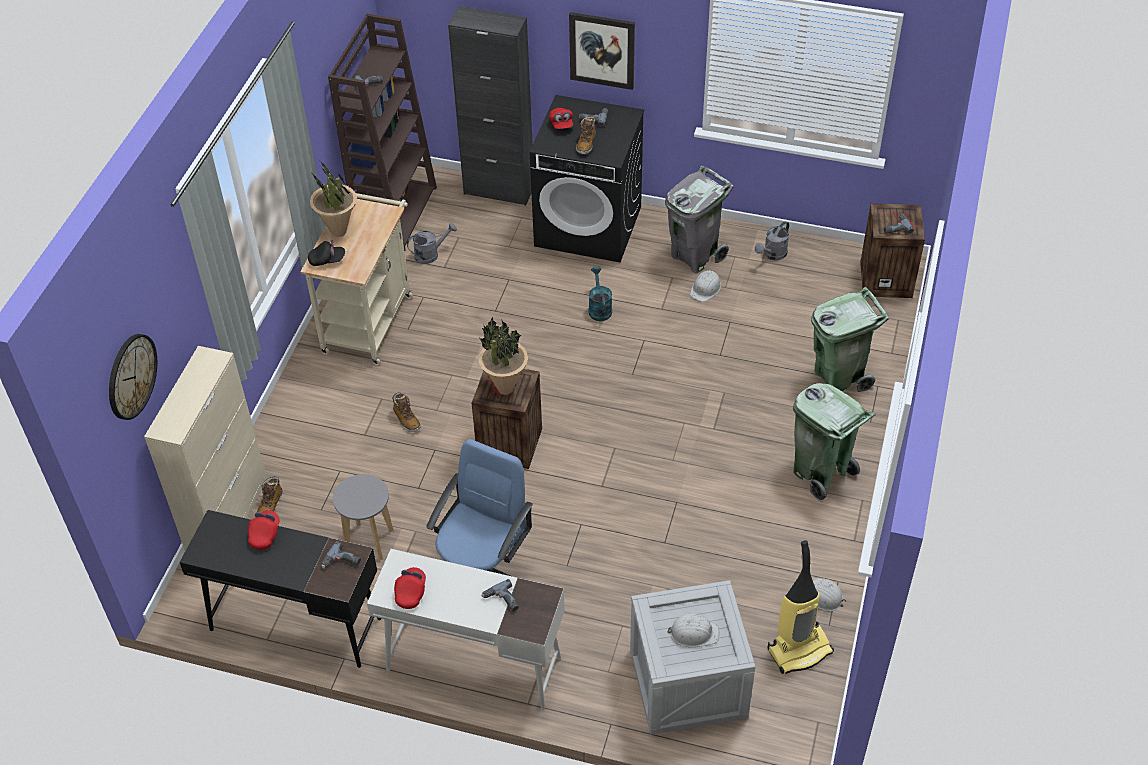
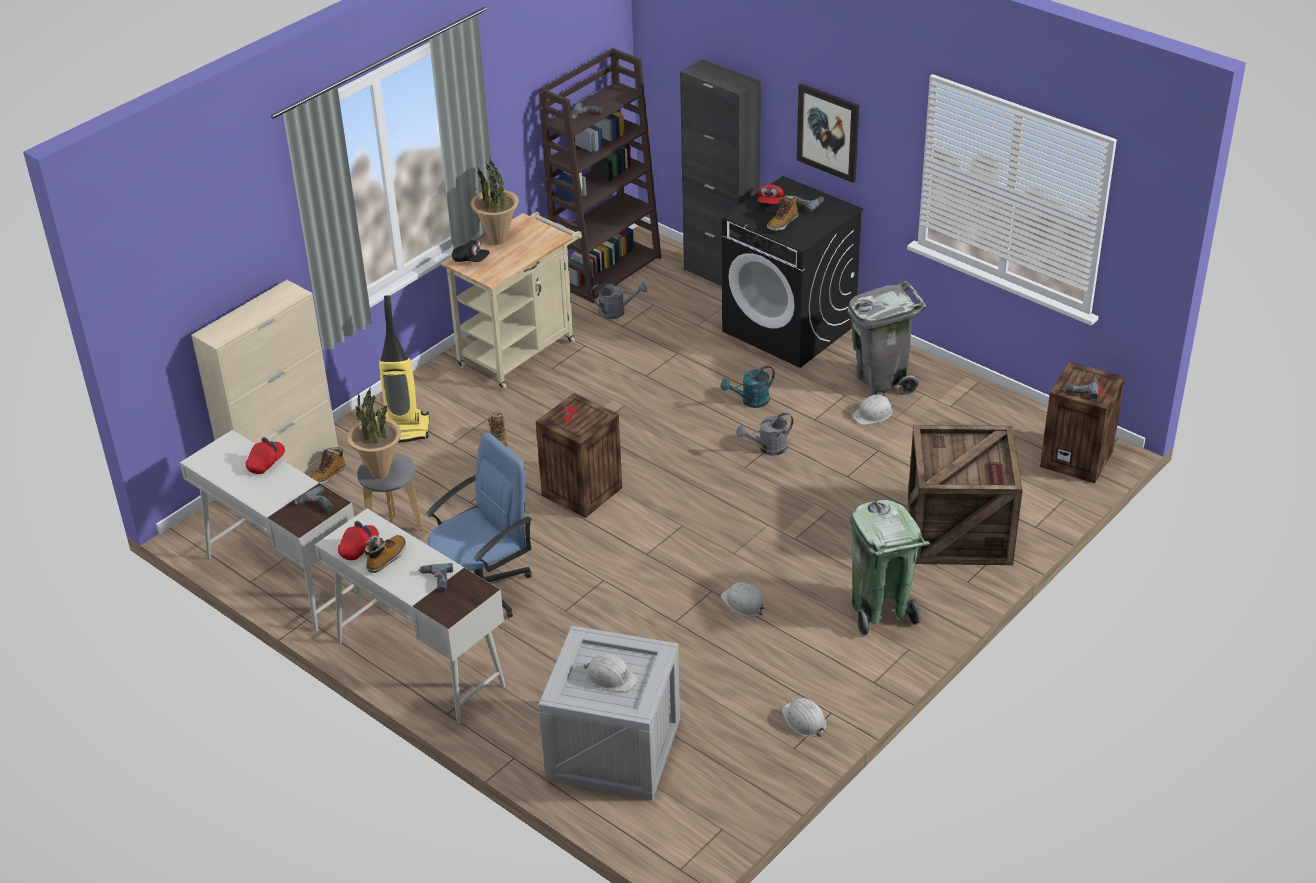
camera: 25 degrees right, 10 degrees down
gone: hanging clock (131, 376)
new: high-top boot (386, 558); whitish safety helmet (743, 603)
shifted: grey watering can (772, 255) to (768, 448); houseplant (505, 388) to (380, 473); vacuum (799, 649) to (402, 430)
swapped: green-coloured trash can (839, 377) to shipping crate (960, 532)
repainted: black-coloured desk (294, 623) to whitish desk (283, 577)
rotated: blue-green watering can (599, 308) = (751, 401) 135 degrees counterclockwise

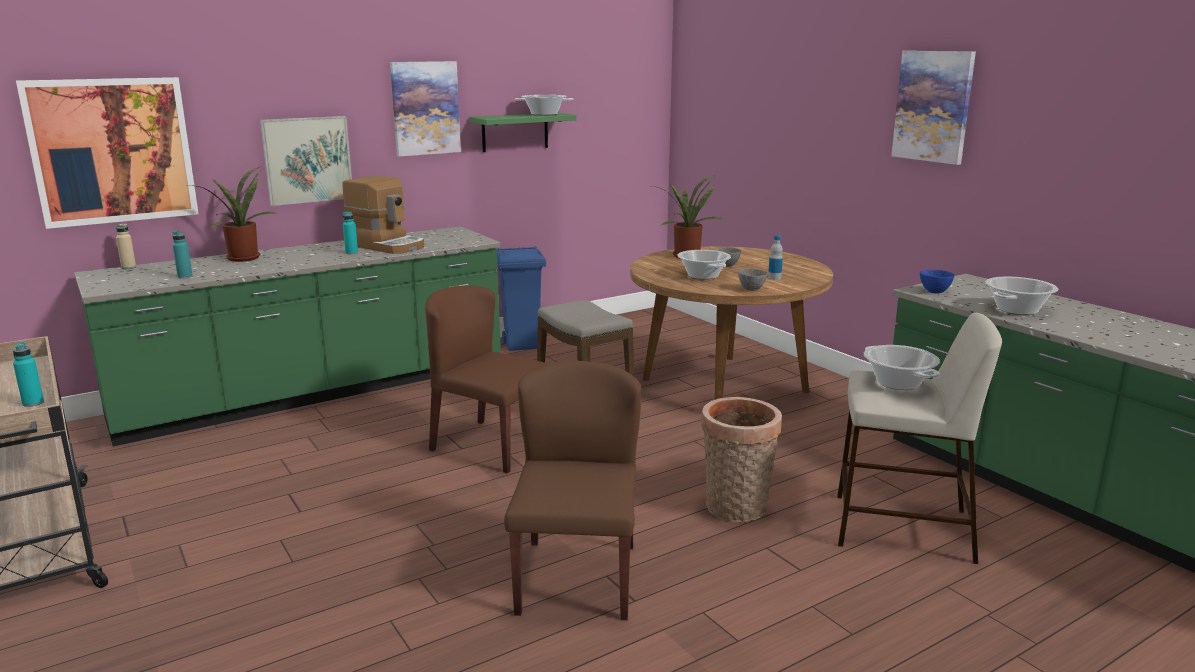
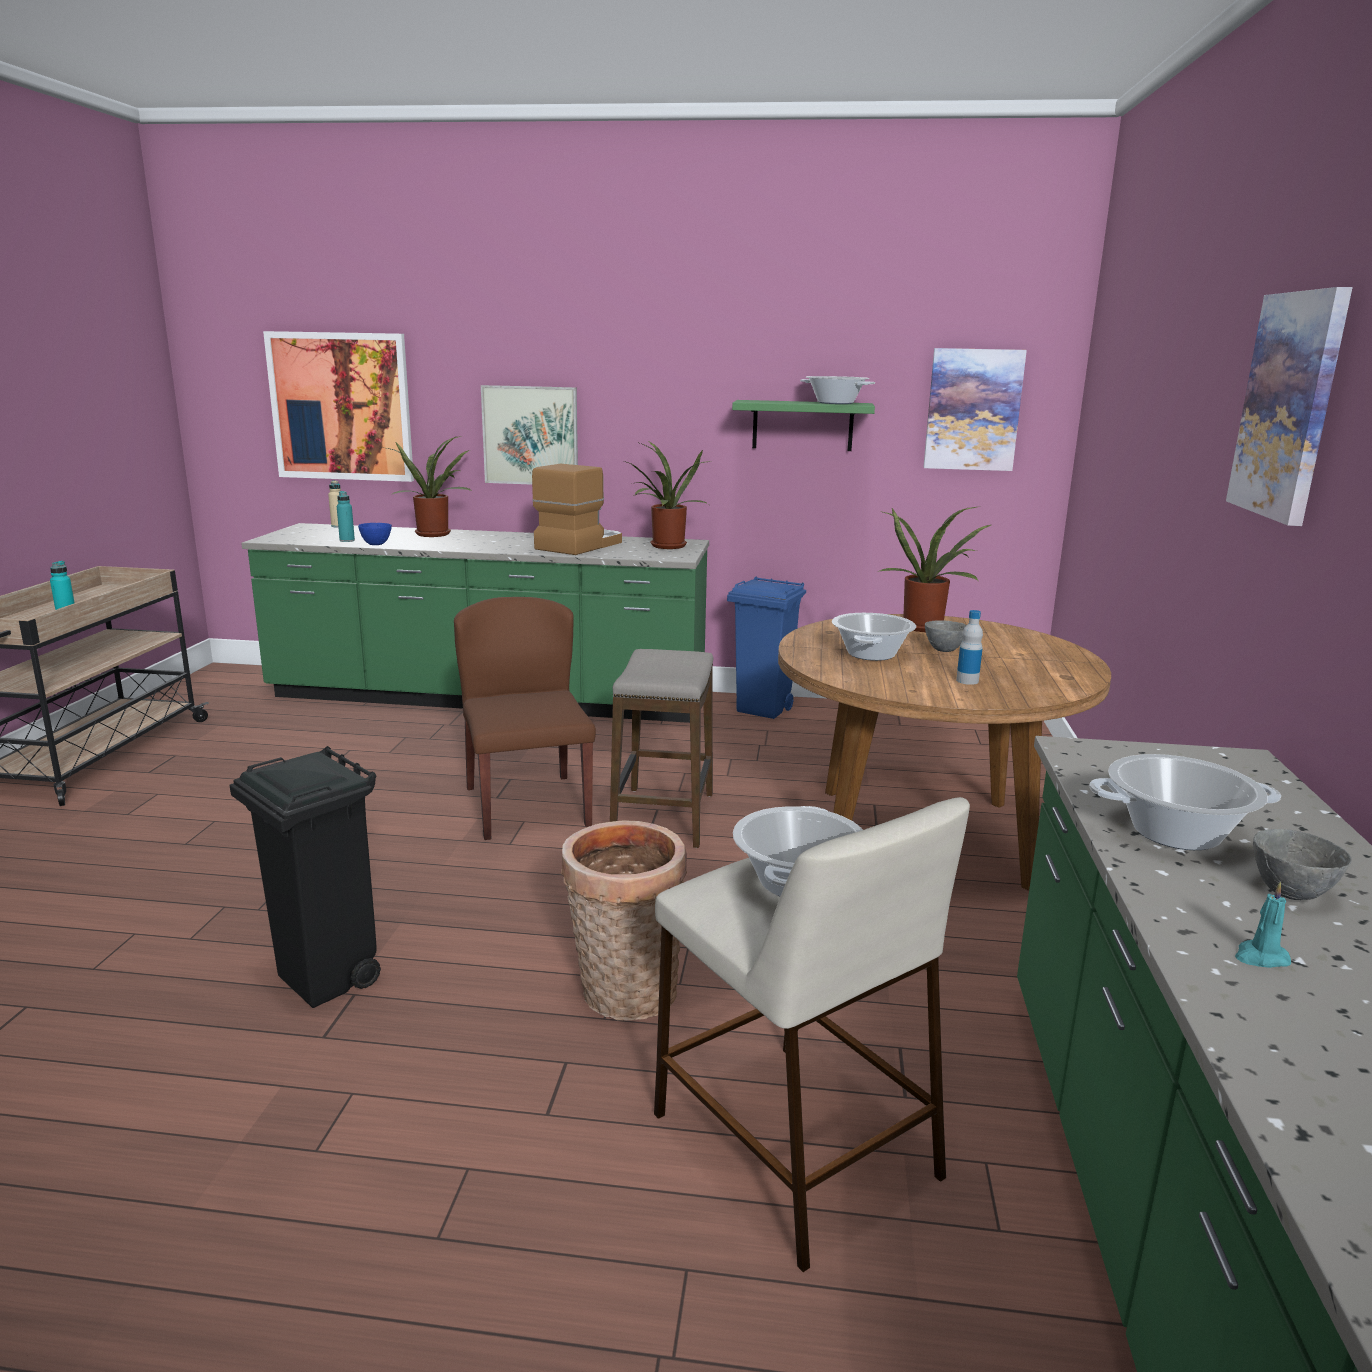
camera: 40 degrees right, 0 degrees up
gone: blue-green beverage bottle (351, 253)
new: houseplant (665, 547); blue-green candle (1260, 957)
shifted: wall picture (425, 108) to (973, 410); grey bowl (751, 289) to (1289, 892); blue bowl (934, 292) to (375, 544)
swapped: brown-coloured chair (576, 577) to black-coloured trash can (327, 980)
rotated: coffee maker (387, 245) = (579, 545) 135 degrees counterclockwise

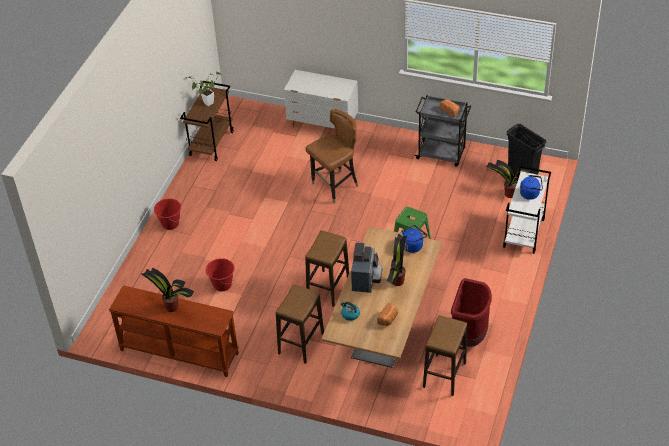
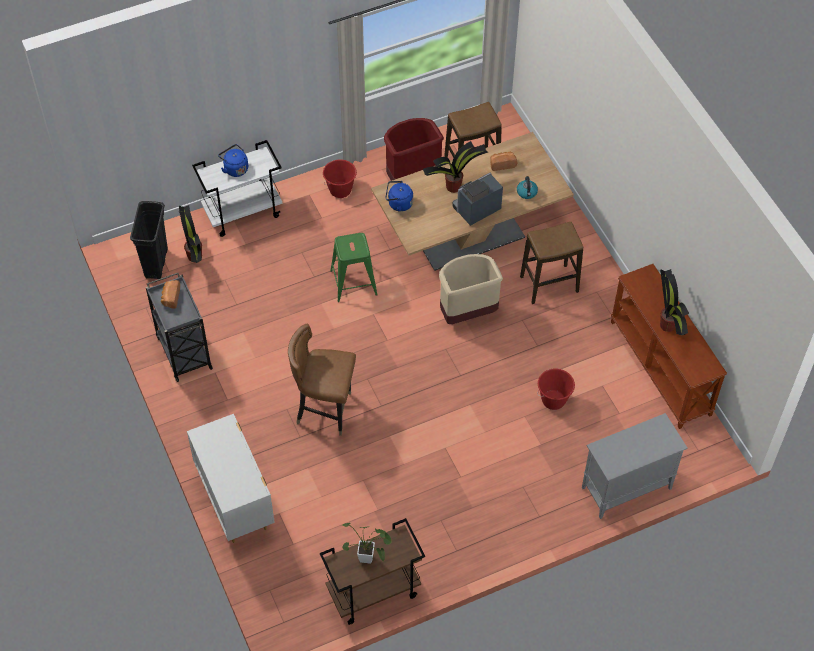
camera: 135 degrees left, 10 degrees up
new: grey cabinet (625, 488)
shifted: red pail (170, 224) to (340, 190)
swapped: stool seat (328, 288) to sand-coloured trash can (466, 312)

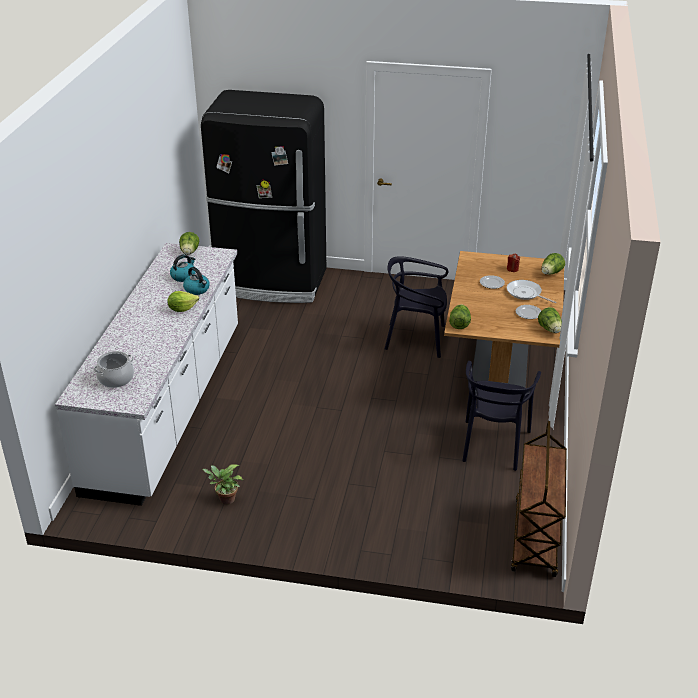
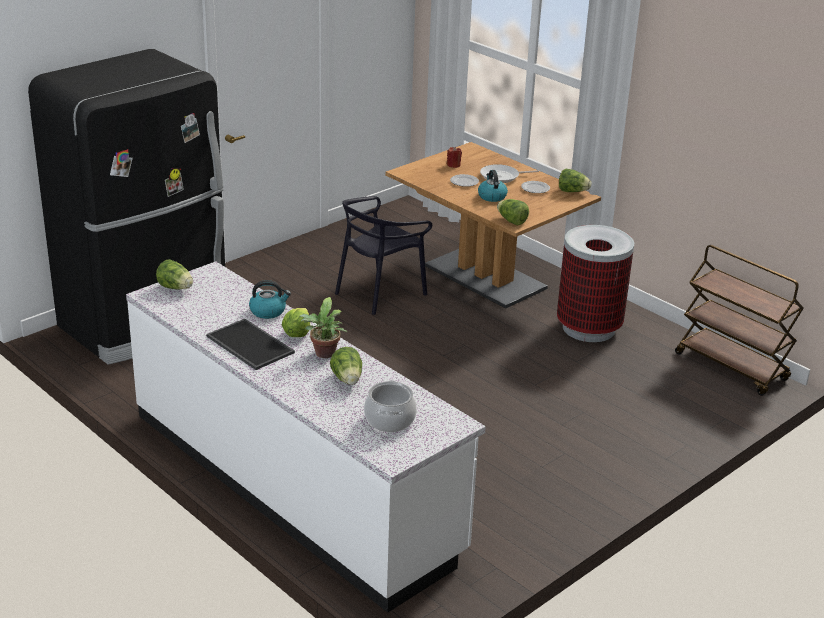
camera: 55 degrees left, 5 degrees down
new: serving tray (248, 344)
shifted: lettuce (551, 273) to (347, 379); water kettle (183, 276) to (491, 196); houseplant (225, 500) to (324, 354)
swapped: black-coloured chair (493, 444) to trash can (588, 328)

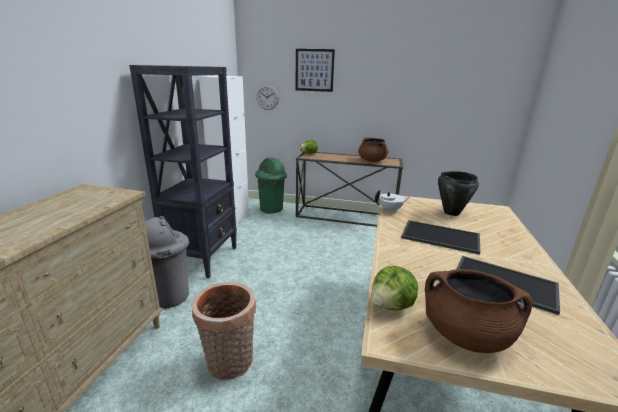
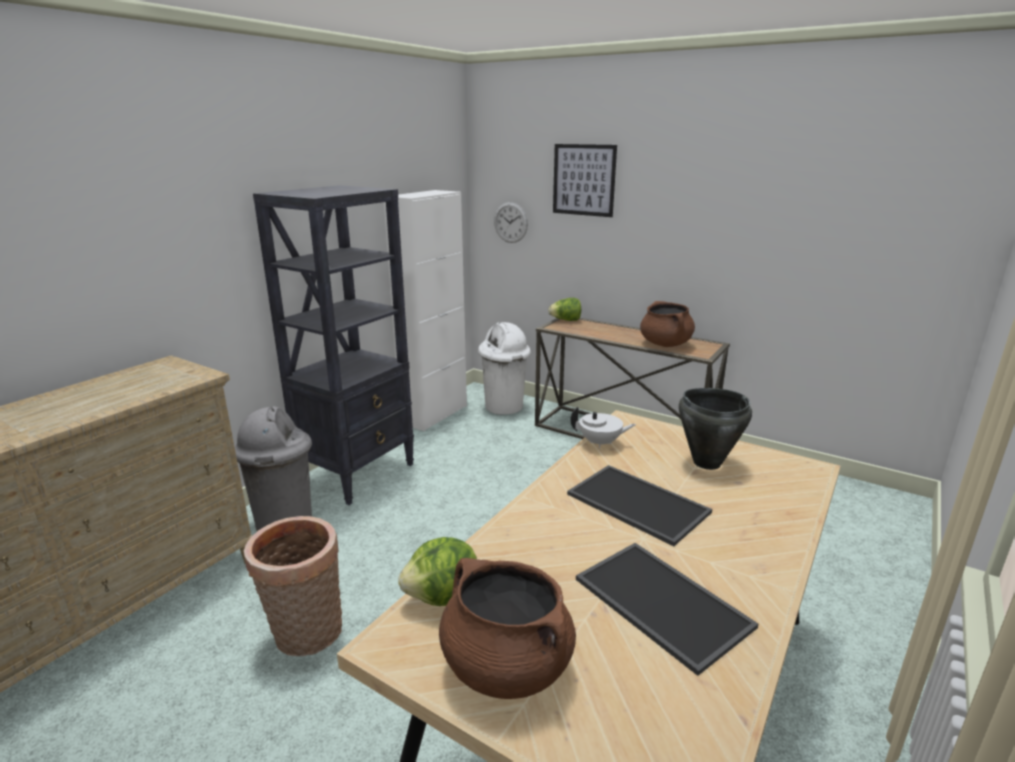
camera: 20 degrees right, 0 degrees up
repainted: green-coloured trash can (271, 209) to whitish trash can (504, 407)

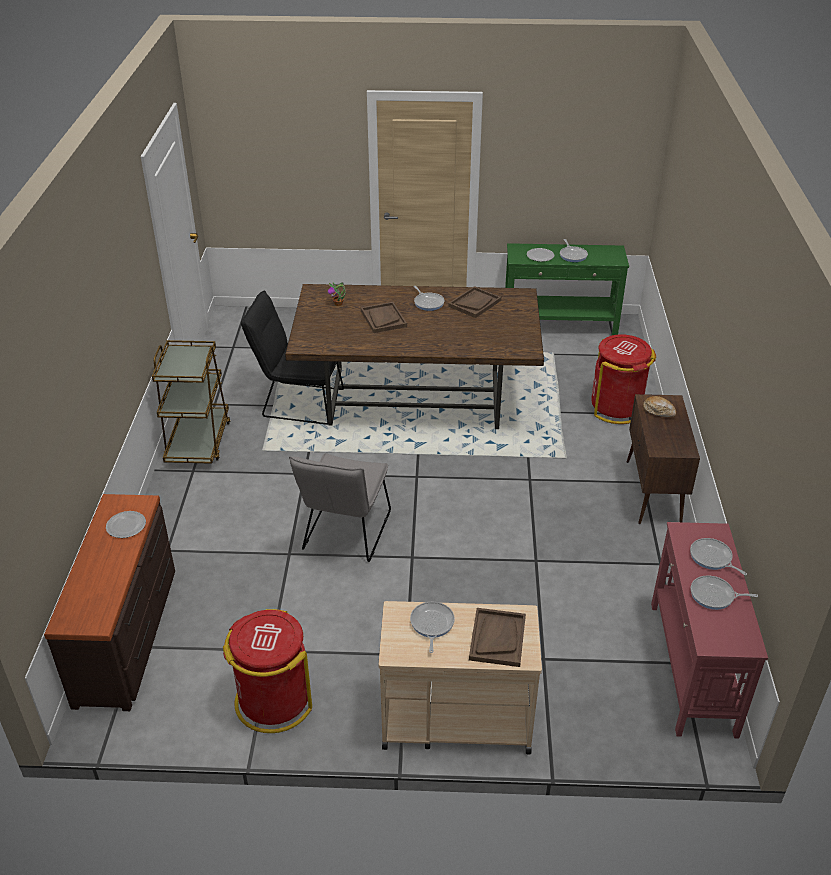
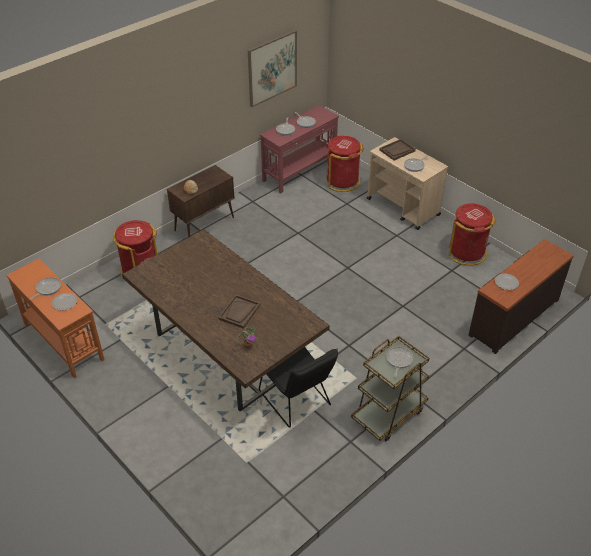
camera: 135 degrees left, 5 degrees up
gone: brown-coloured serving tray (474, 303); grey chair (344, 535)
new: wall picture (272, 68); red trash can (342, 181)
shifted: frying pan (428, 302) to (398, 360)
repainted: green-coloured hall table (560, 325) to orangey hall table (63, 341)

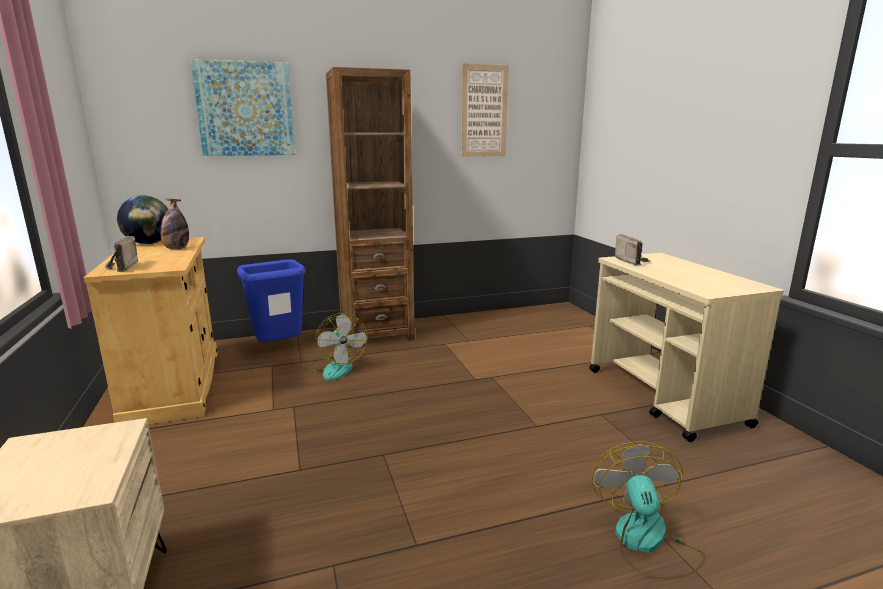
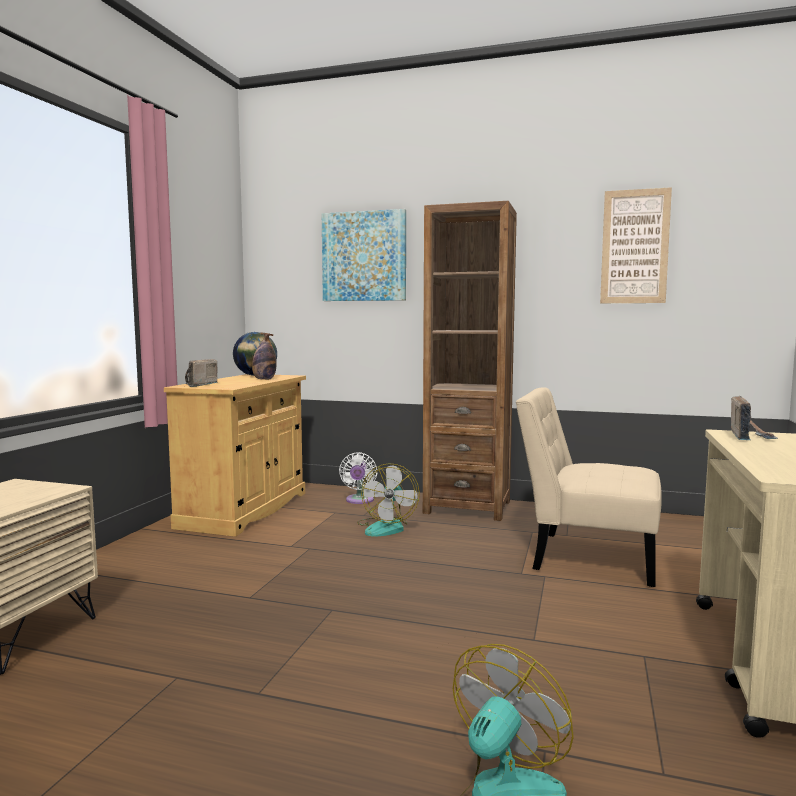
camera: 35 degrees right, 10 degrees down
new: sand-coloured chair (586, 557)
swapped: blue trash can (279, 348) to whitish cooling fan (359, 501)

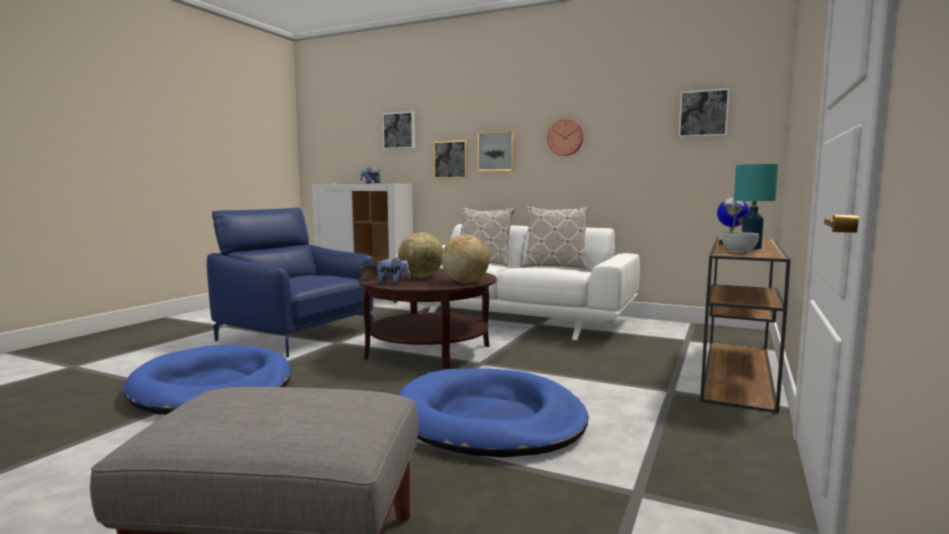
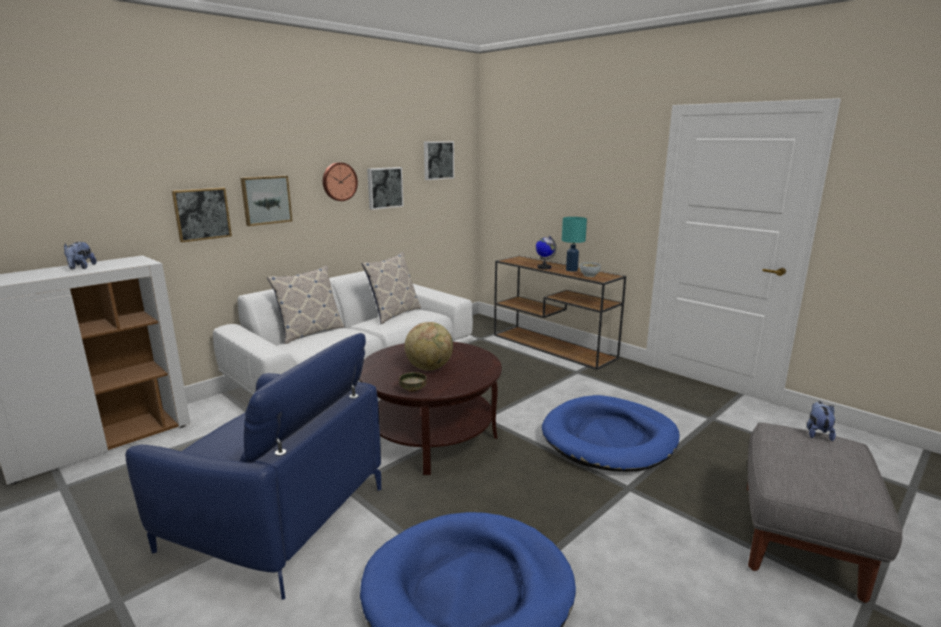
camera: 70 degrees left, 10 degrees up
gone: desk globe (465, 282)
shifted: wall picture (399, 130) to (384, 187); soft toy (392, 283) to (817, 433)
rotated: blue armchair (297, 335) = (275, 518) 120 degrees counterclockwise

